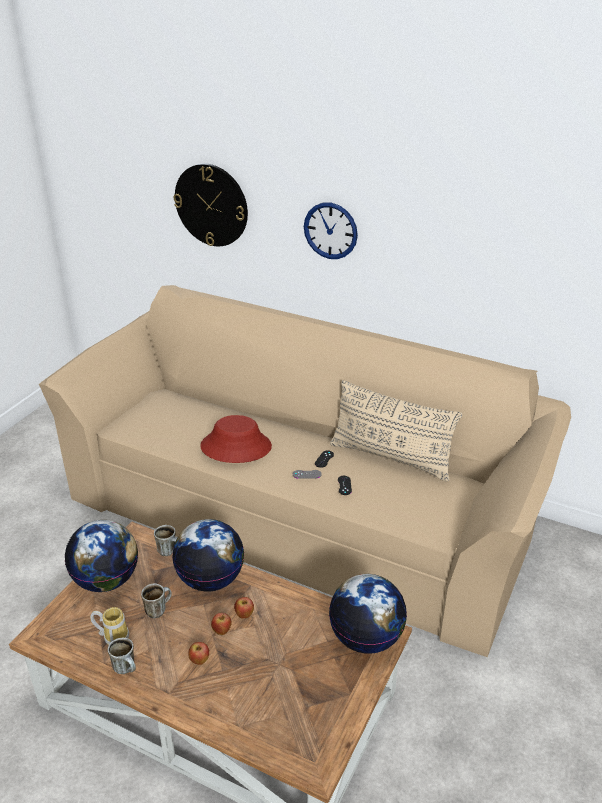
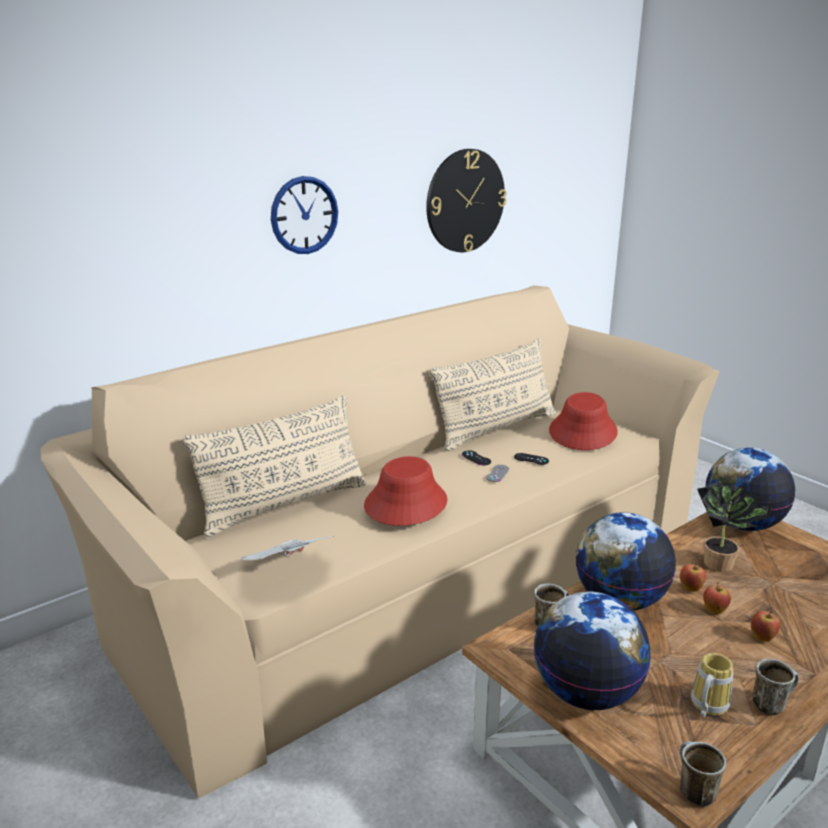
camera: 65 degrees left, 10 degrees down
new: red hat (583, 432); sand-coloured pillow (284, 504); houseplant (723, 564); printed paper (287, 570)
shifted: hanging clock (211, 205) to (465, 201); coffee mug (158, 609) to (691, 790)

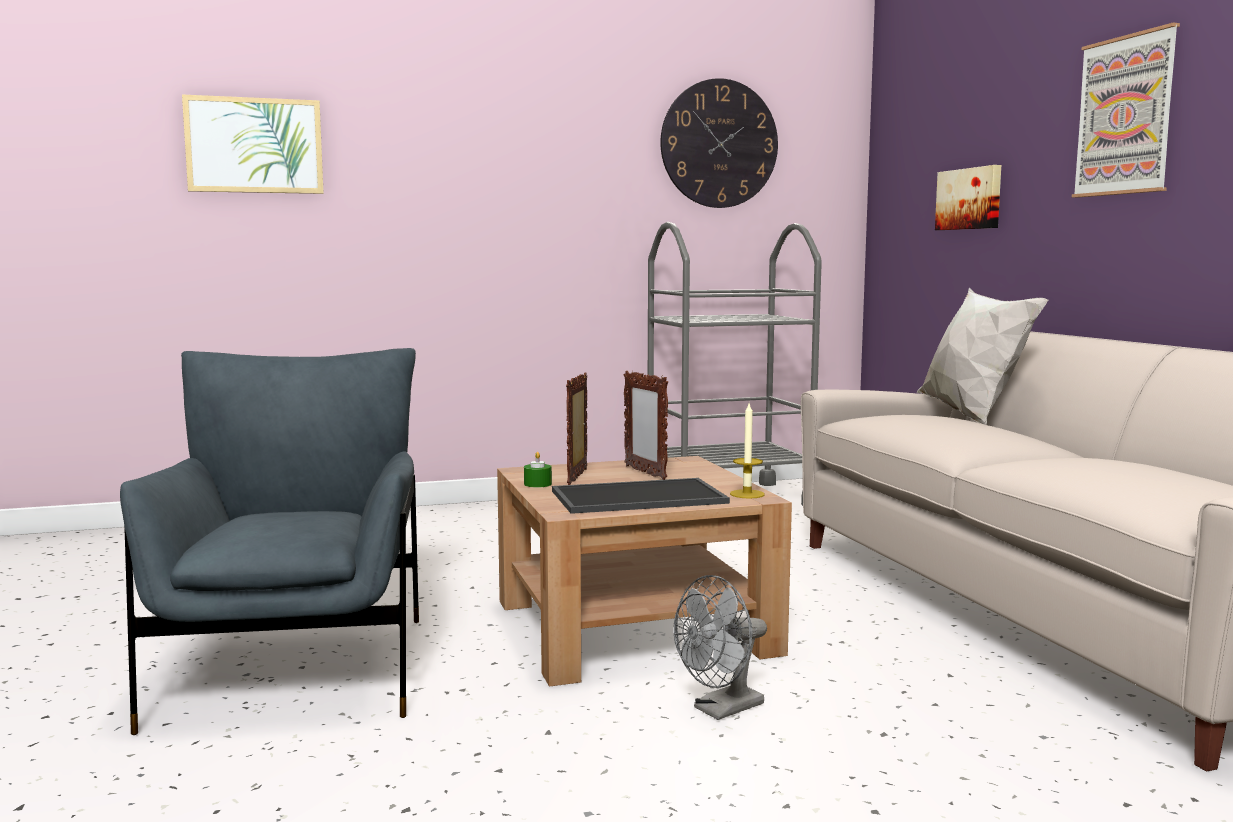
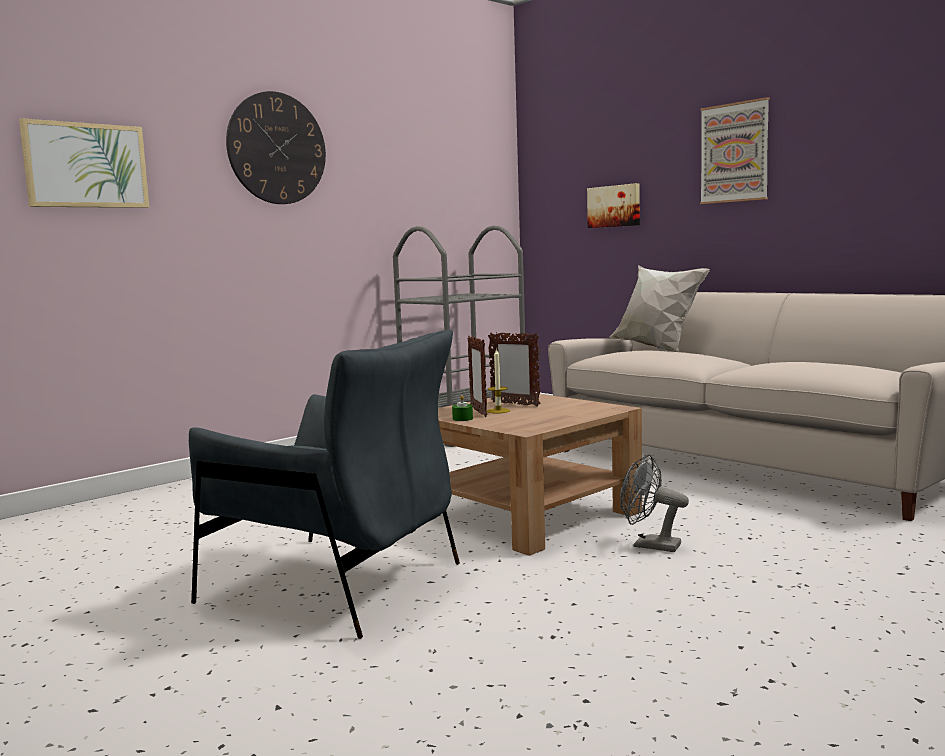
camera: 25 degrees left, 0 degrees up
gone: serving tray (637, 498)
shifted: hanging clock (719, 144) to (277, 148); candle (747, 494) to (498, 411)
rotated: grey armchair (295, 669) = (334, 583) 150 degrees clockwise; grey cooling fan (721, 710) = (649, 545) 90 degrees clockwise

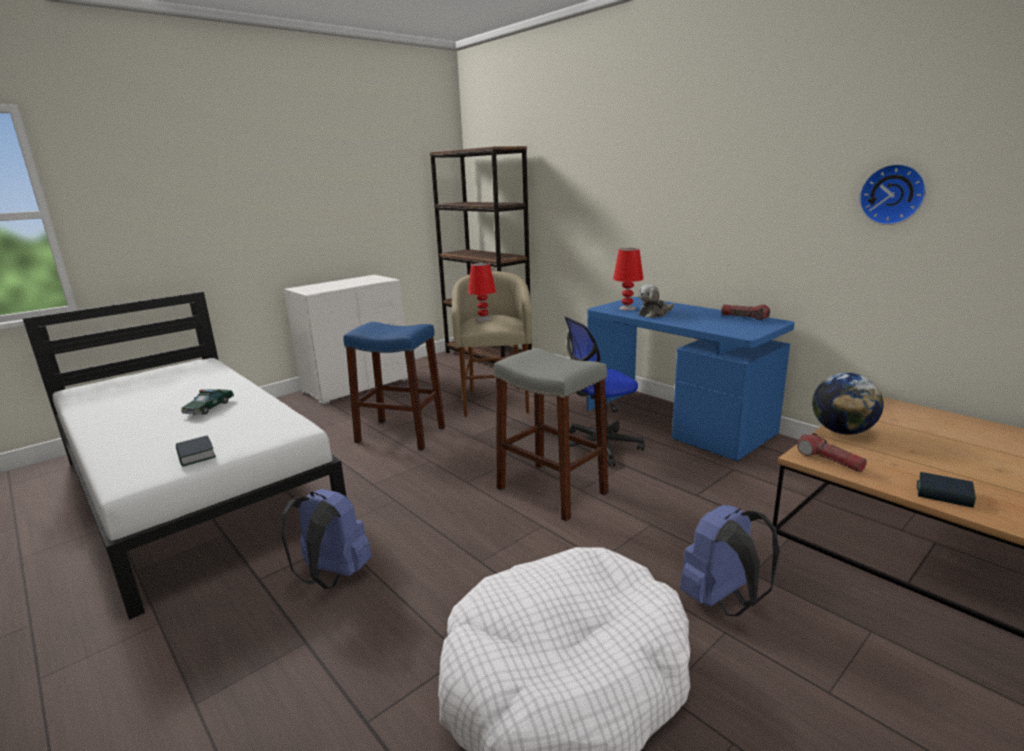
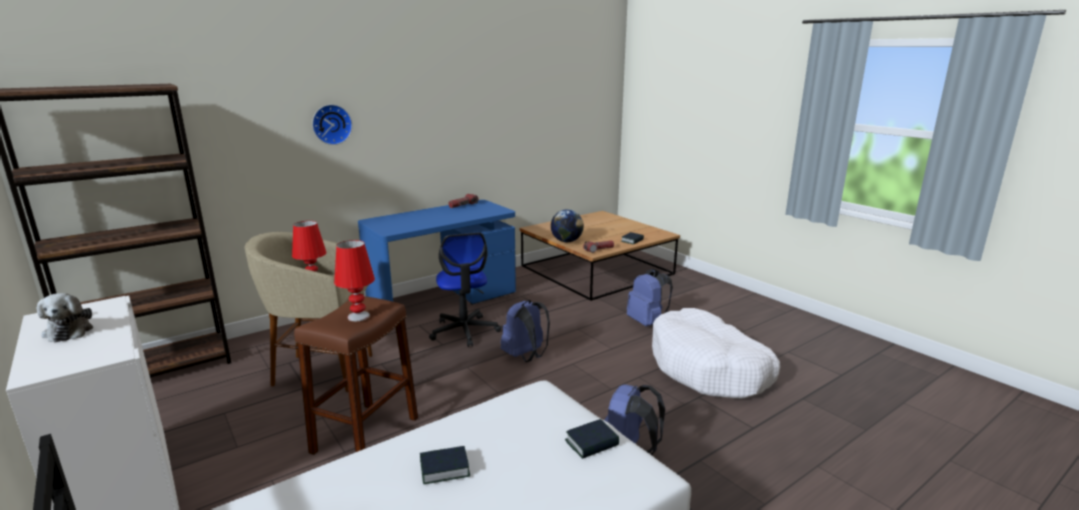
camera: 85 degrees left, 0 degrees up
shifted: hanging clock (893, 194) to (331, 124); red tabletop lamp (627, 308) to (358, 316); soft toy (654, 314) to (69, 331)
swapped: grey stool seat (551, 490) to blue knapsack (526, 356); model car (209, 407) to volume (444, 469)
repainted: blue stool seat (401, 434) to brown-coloured stool seat (366, 434)

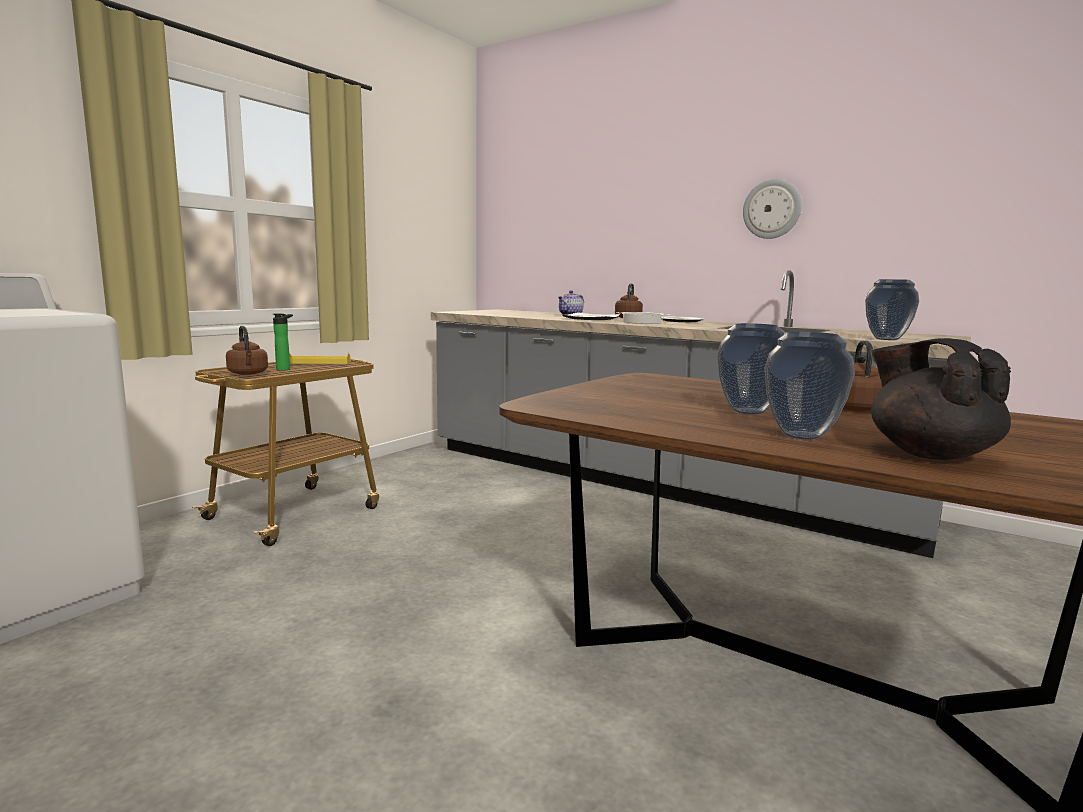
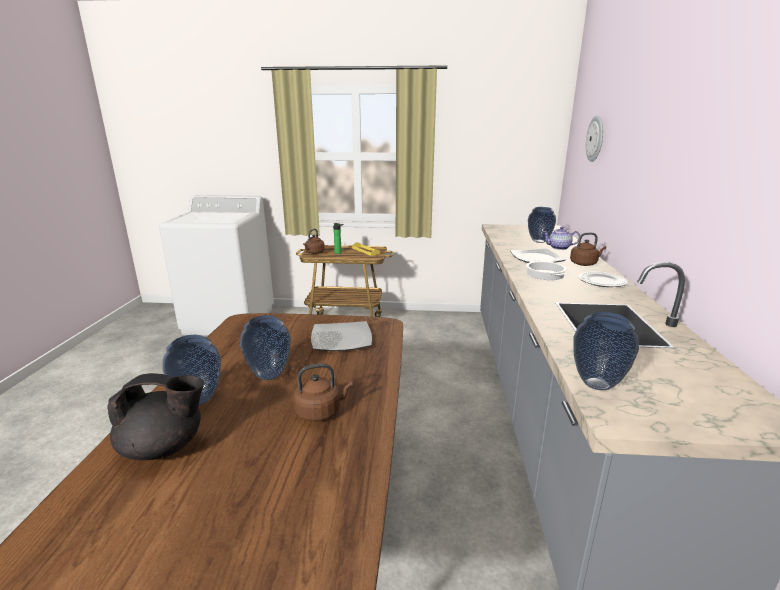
camera: 60 degrees right, 10 degrees up
new: vase (538, 241); flat dish (341, 339)
shifted: hanging clock (772, 209) to (595, 139)
rotated: black-coloured teapot (929, 453) = (164, 447) 45 degrees clockwise

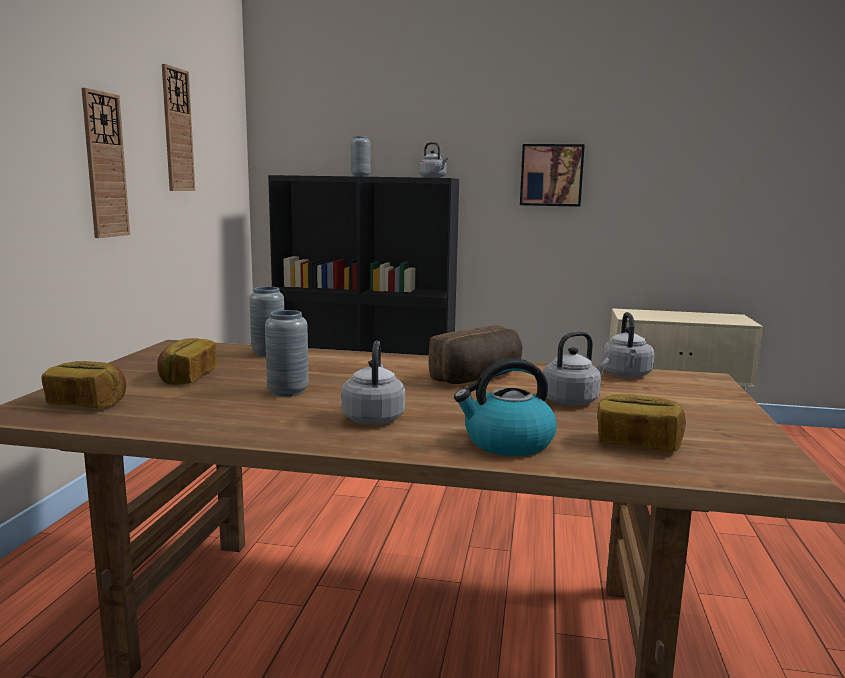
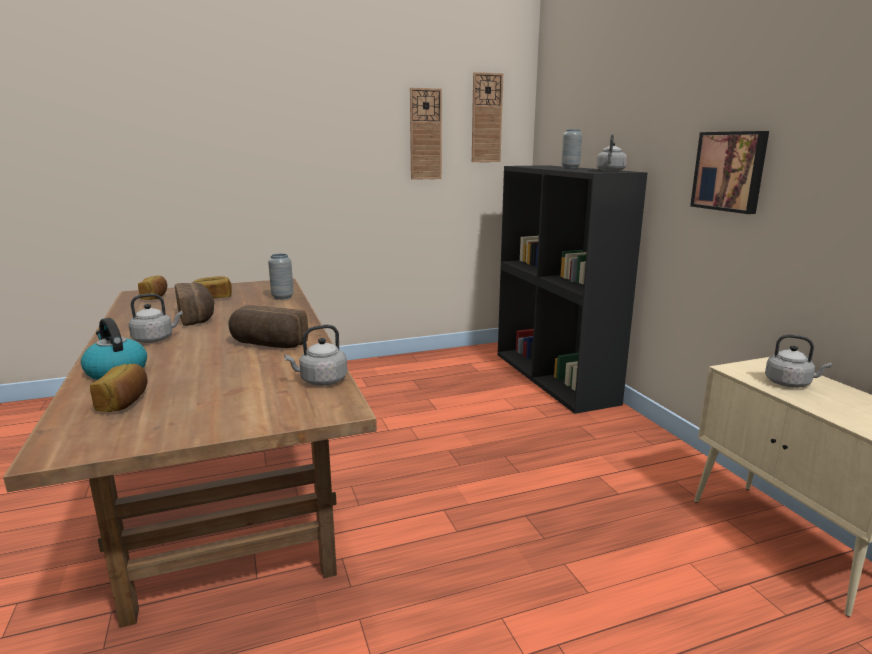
camera: 60 degrees right, 5 degrees up
shifted: hanging clock (105, 165) to (486, 118); grey water kettle (572, 400) to (790, 383)
swapped: grey vase (288, 391) to bread (198, 317)

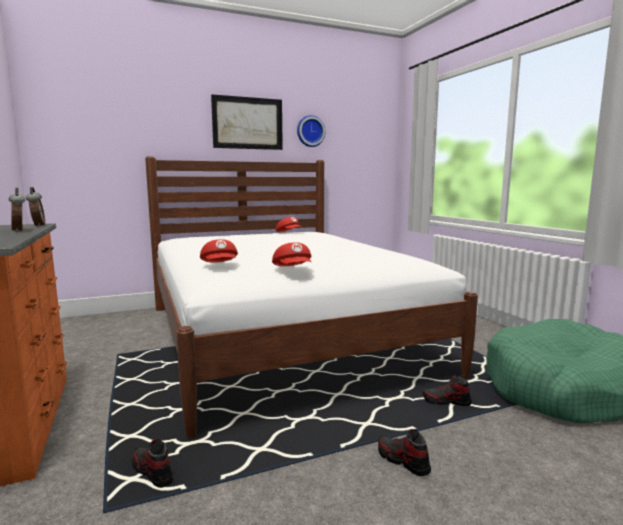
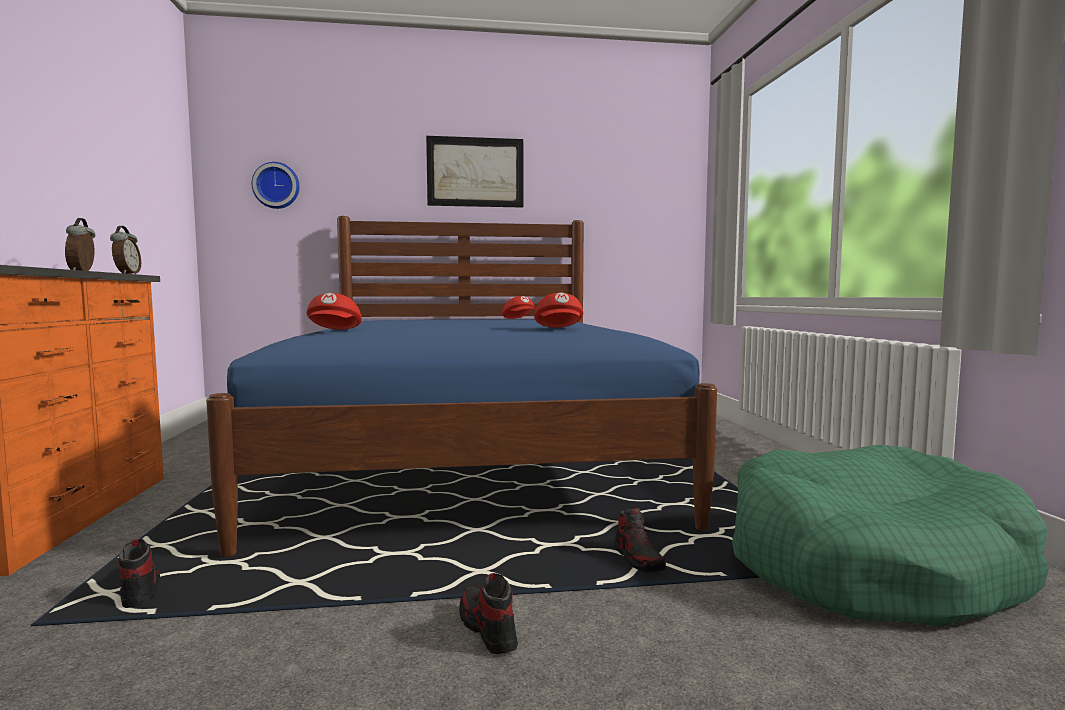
camera: 15 degrees right, 5 degrees down
shifted: hanging clock (310, 131) to (277, 186); red baseball cap (293, 270) to (560, 329)
repainted: whitish bed (280, 336) to blue bed (469, 456)
rotated: low shoe (446, 402) = (638, 560) 135 degrees counterclockwise

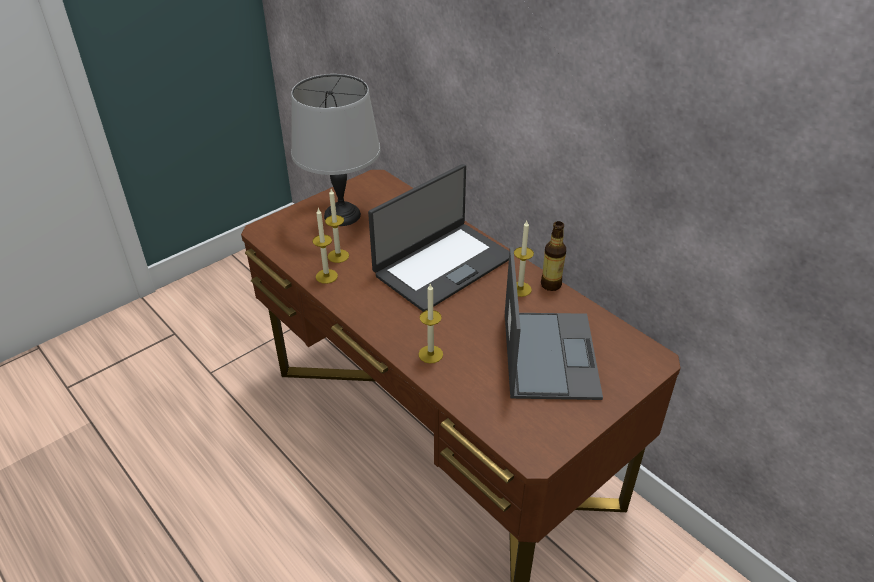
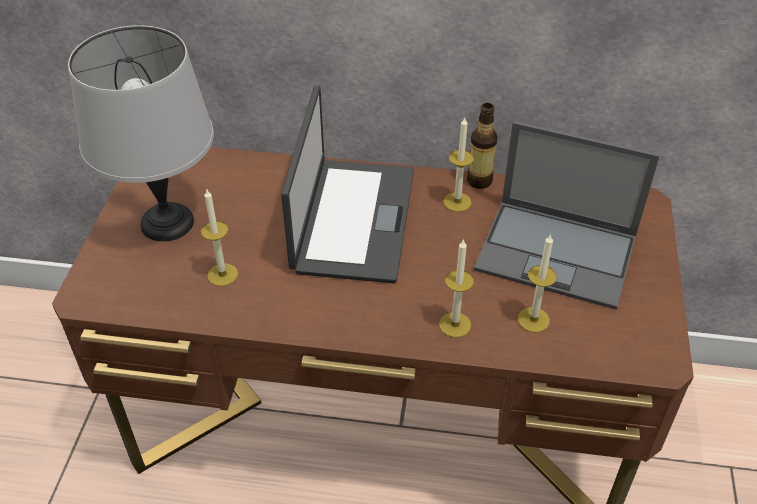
camera: 40 degrees left, 5 degrees up
shifted: candle (326, 276) to (533, 320)
rotated: laptop (549, 354) = (558, 253) 150 degrees clockwise

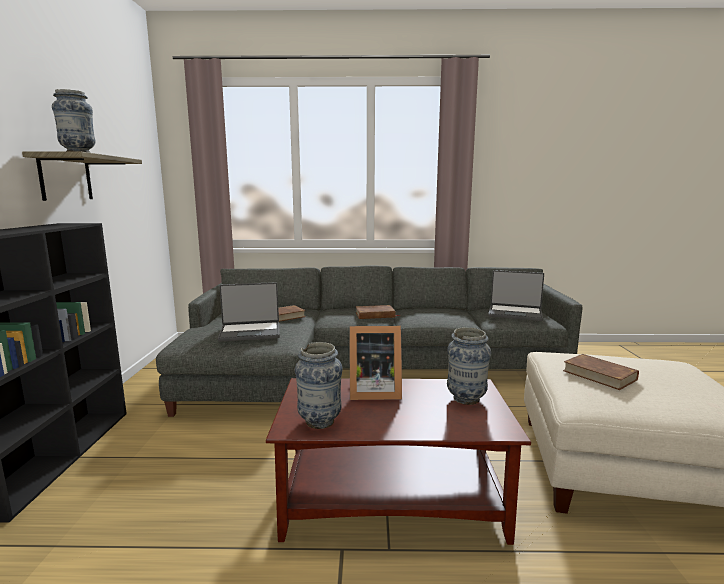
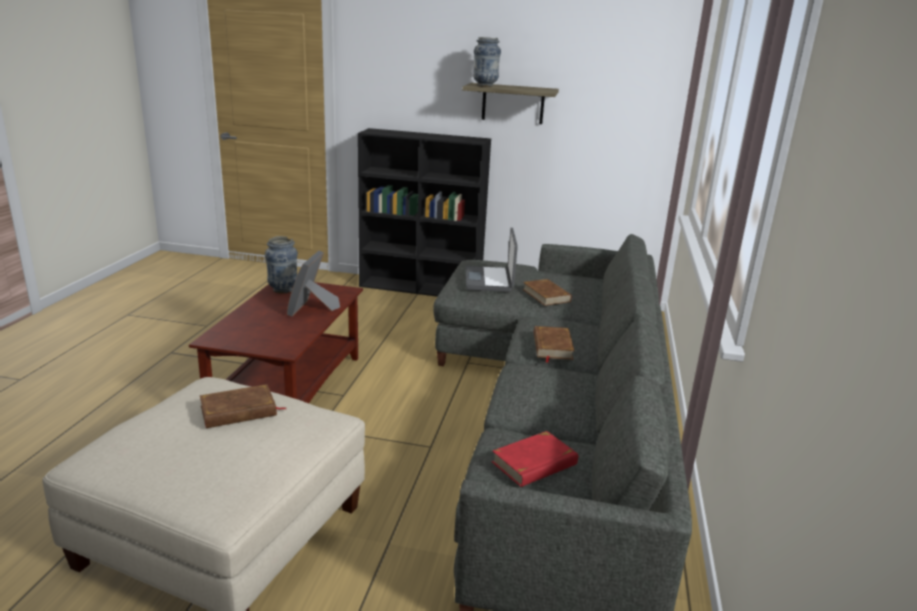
camera: 100 degrees right, 10 degrees up
gone: vase (466, 399)
swapped: laptop (515, 313) to red volume (535, 463)

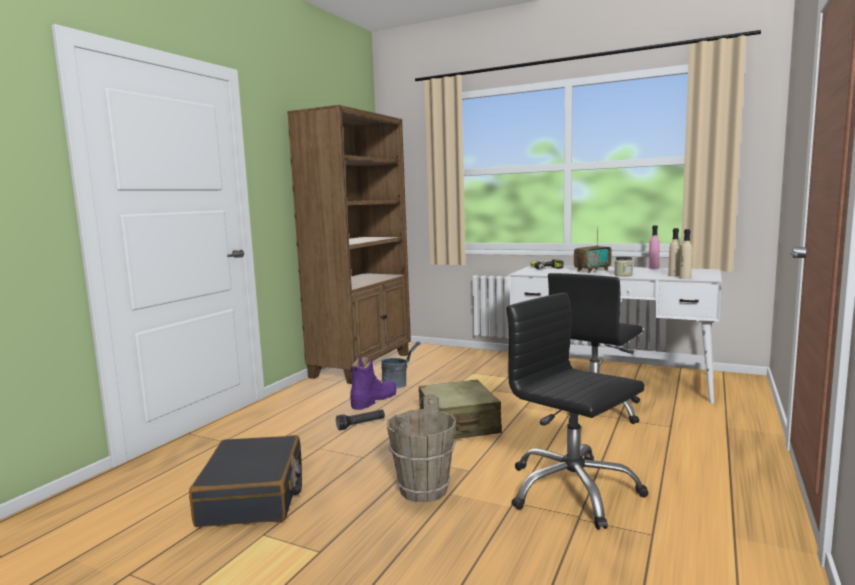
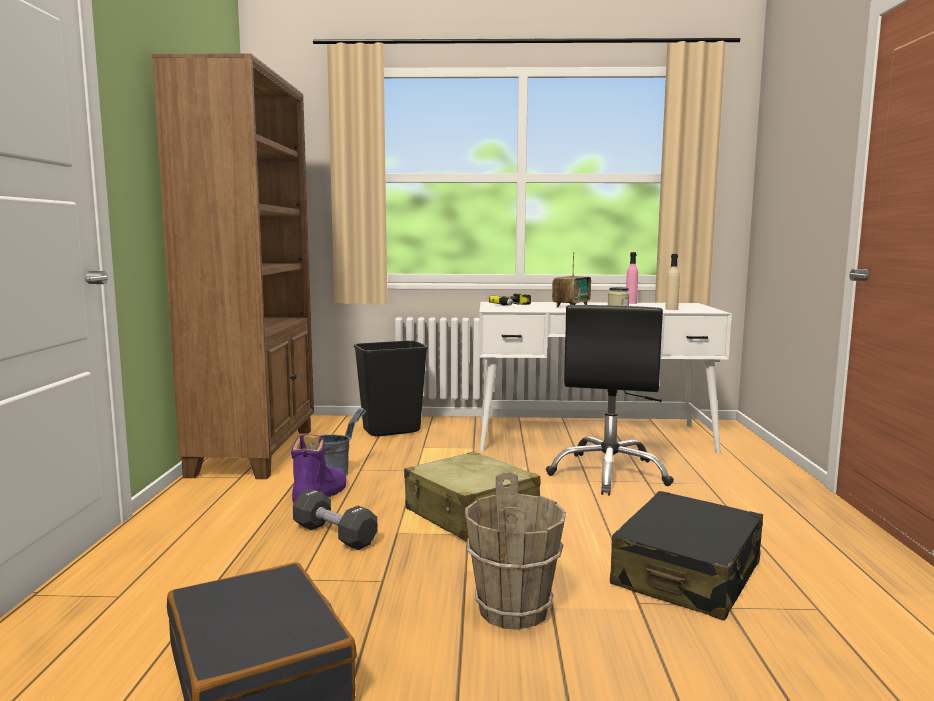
camera: 25 degrees left, 0 degrees up
gone: sand-coloured beverage bottle (685, 278)
new: black-coloured trash can (392, 430)
swapped: black-coloured desk chair (572, 490) to black-coloured travel case (687, 575); black-coloured hand torch (361, 425) to black-coloured dumbbell (334, 535)

